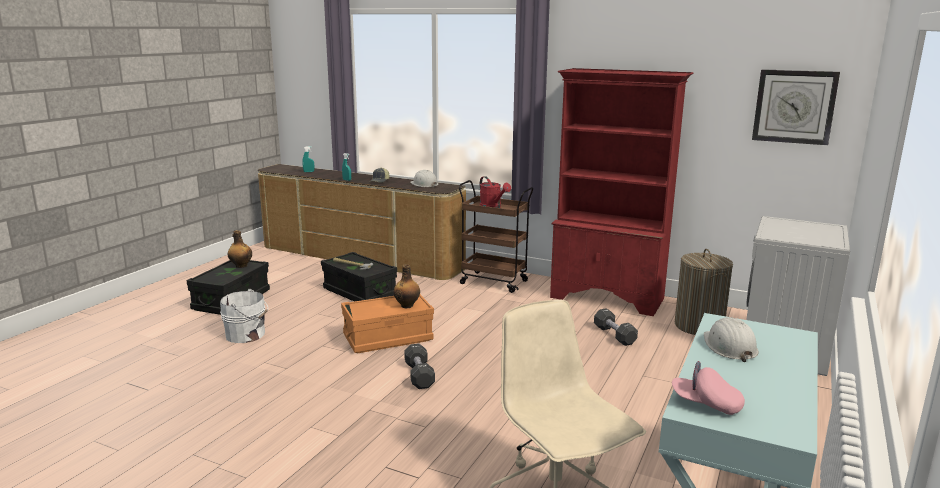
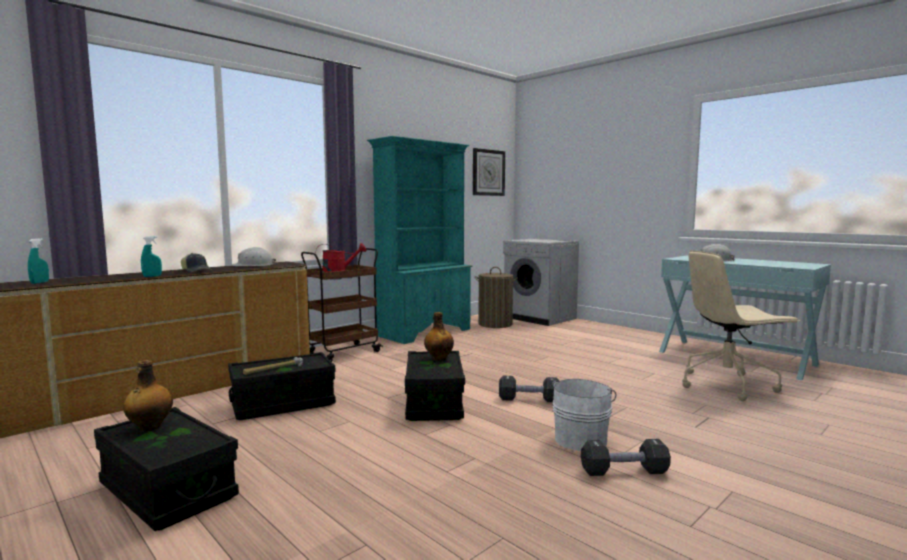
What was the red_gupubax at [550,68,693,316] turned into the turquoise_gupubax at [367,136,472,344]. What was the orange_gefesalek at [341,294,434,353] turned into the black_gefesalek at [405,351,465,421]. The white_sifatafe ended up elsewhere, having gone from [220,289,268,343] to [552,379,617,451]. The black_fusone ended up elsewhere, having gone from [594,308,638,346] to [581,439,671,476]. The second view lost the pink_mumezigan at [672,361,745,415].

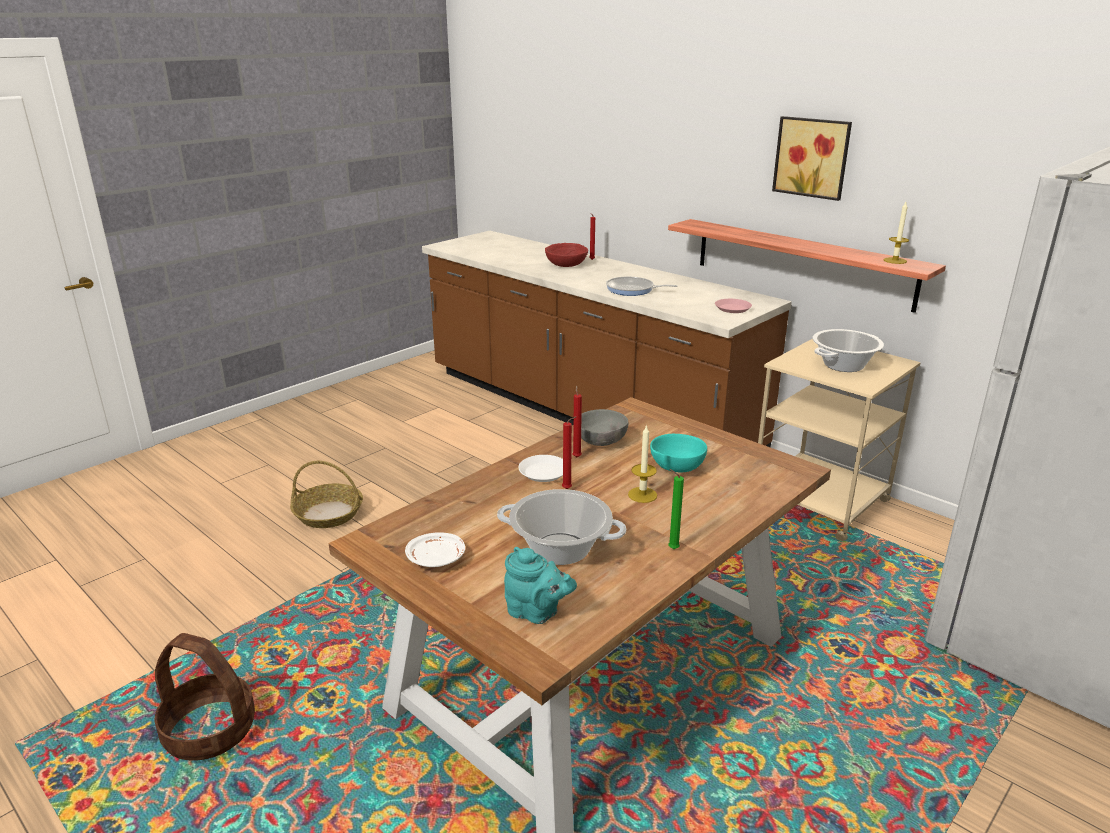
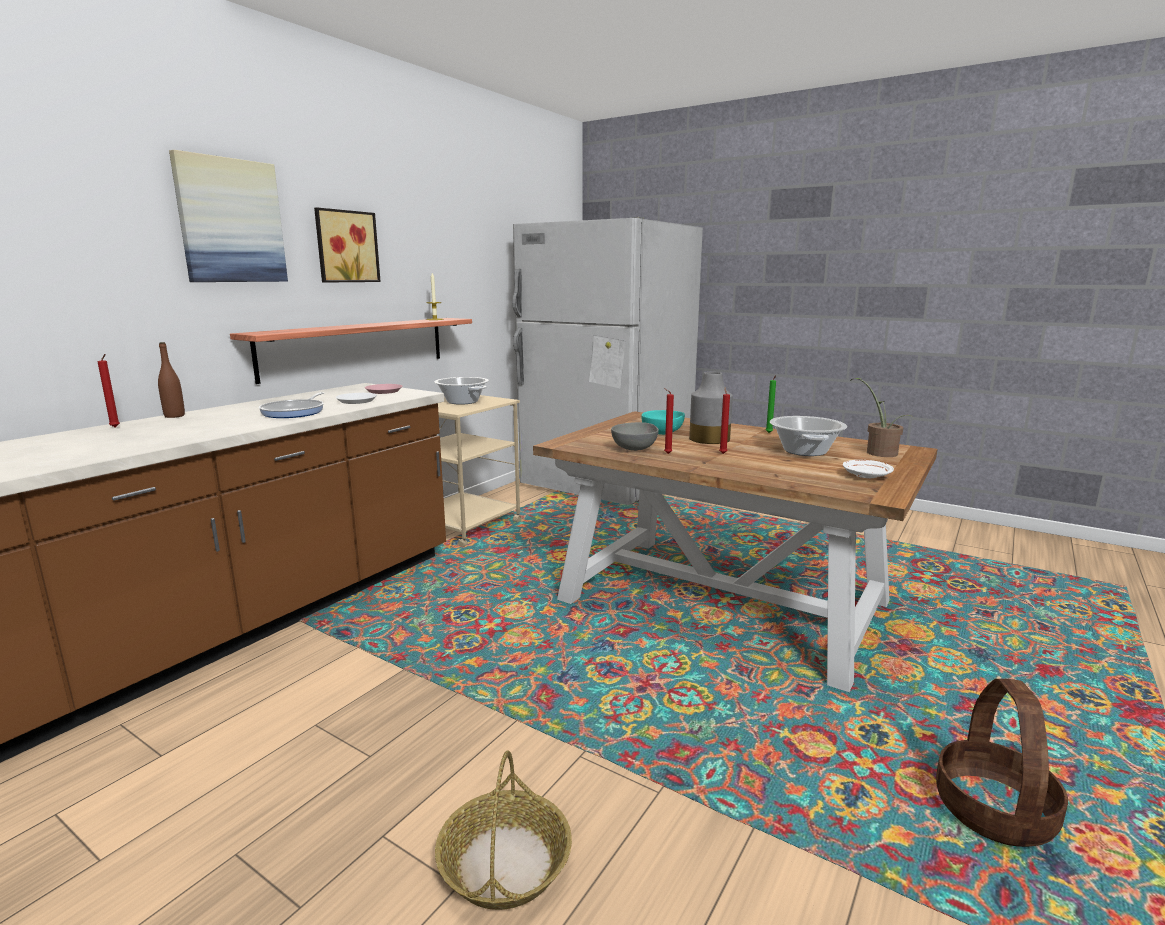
The second view gained the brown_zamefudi at [158,342,185,418]. The second view gained the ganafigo at [169,150,288,282]. The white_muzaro ended up elsewhere, having gone from [518,455,563,482] to [336,393,377,404]. Where the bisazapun stood at [628,424,657,503], the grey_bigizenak came to stand at [689,372,733,444]. Where the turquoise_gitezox stood at [504,547,577,624], the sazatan came to stand at [850,378,914,457]. The second view lost the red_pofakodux at [545,243,588,267].

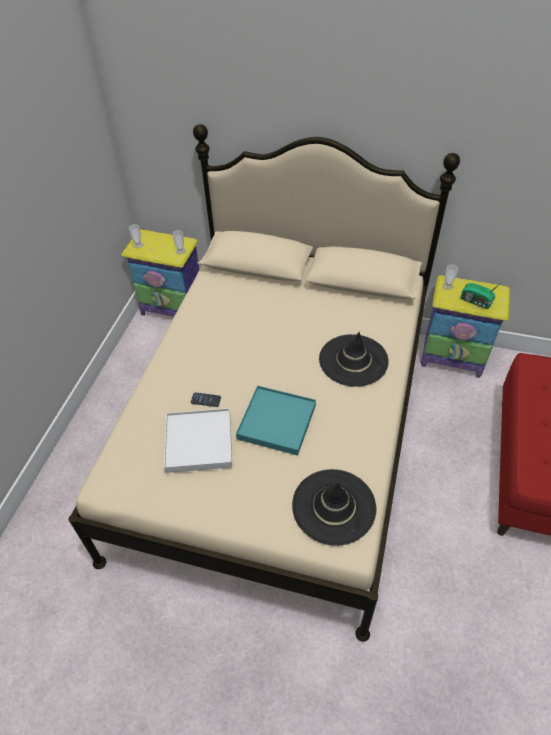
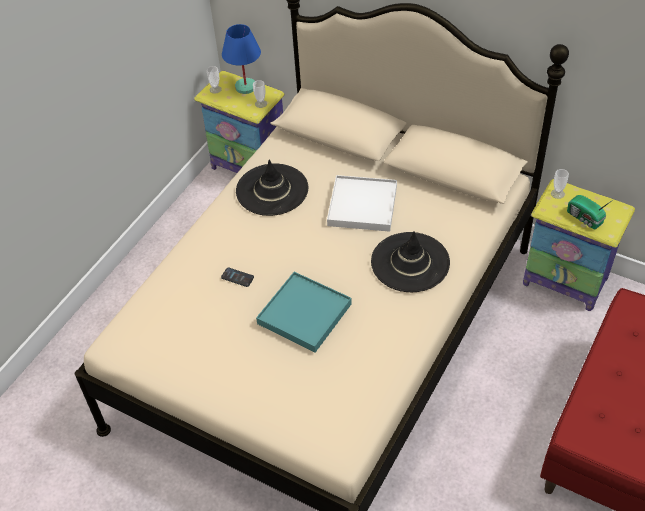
The second view gained the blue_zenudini at [222,24,261,94]. The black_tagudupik ended up elsewhere, having gone from [292,469,376,546] to [236,159,308,216]. The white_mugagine ended up elsewhere, having gone from [164,408,232,473] to [327,175,397,232].

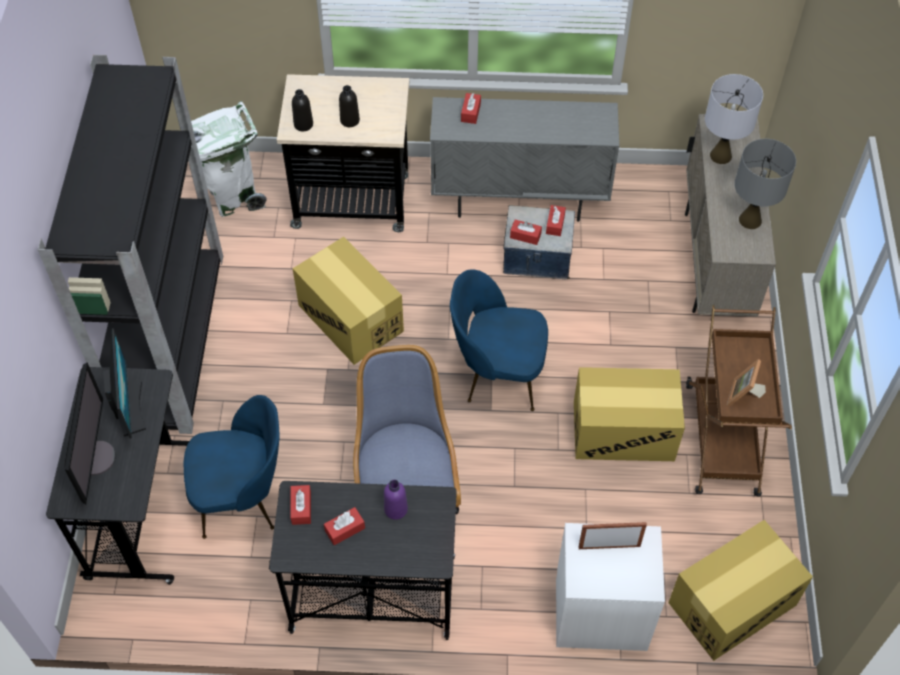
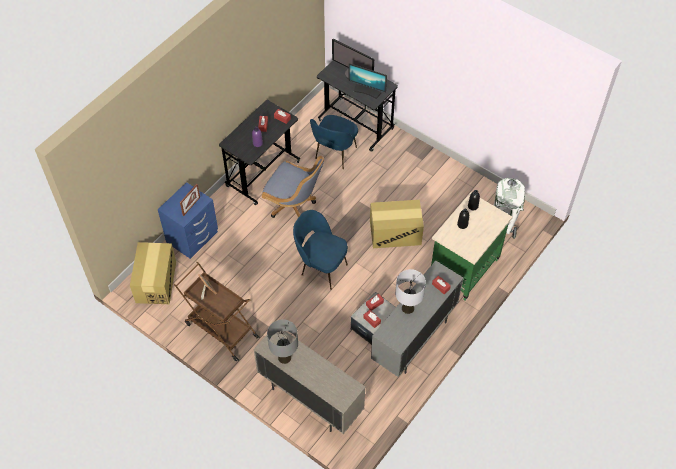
What was the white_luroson at [556,523,665,651] turned into the blue_luroson at [158,182,218,259]. The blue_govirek at [450,269,548,411] ended up facing another way, 105 degrees counterclockwise from before. The grey_zenudini ended up elsewhere, having gone from [705,74,763,164] to [395,269,426,314]. What was the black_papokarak at [277,74,409,232] turned into the green_papokarak at [431,192,513,301]. The second view lost the black_gupubax at [38,55,223,434]. The second view lost the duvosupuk at [574,367,685,461].

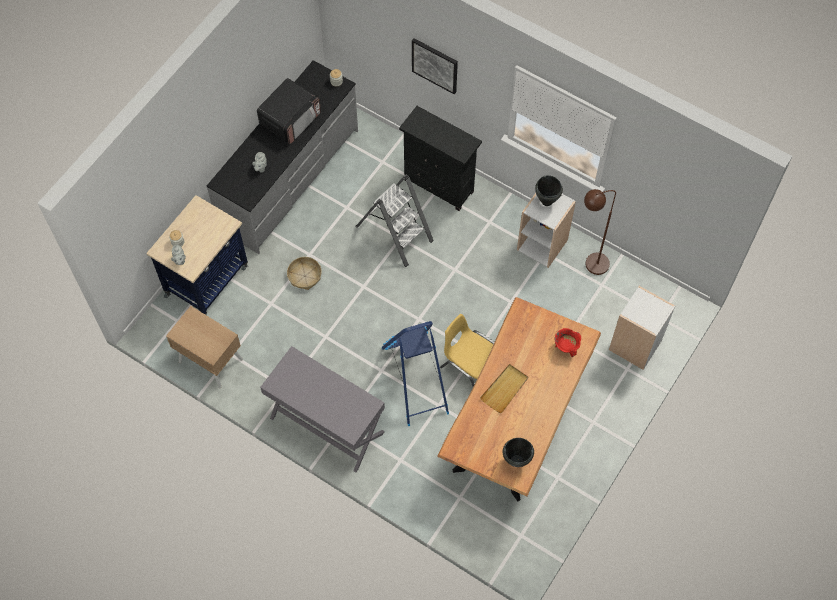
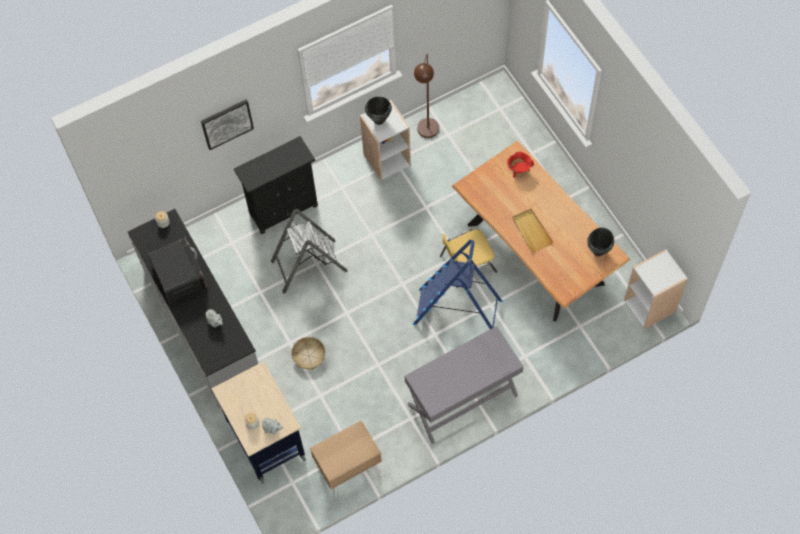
The gupubax ended up elsewhere, having gone from [609,286,675,370] to [624,249,688,329].

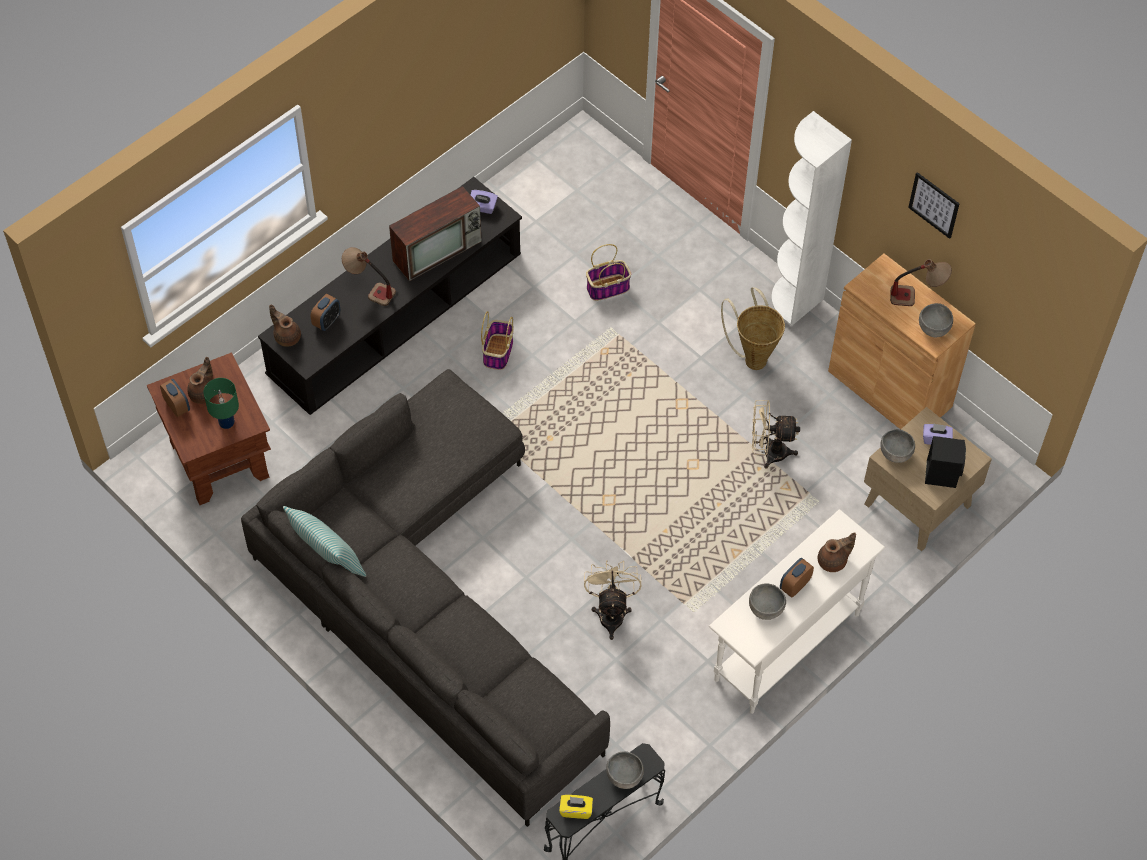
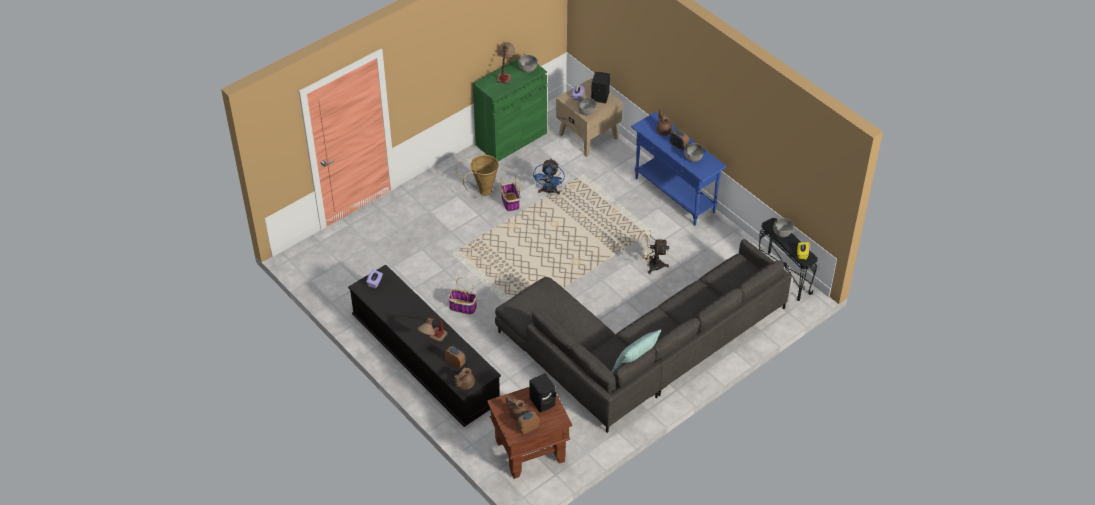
What was the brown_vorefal at [828,254,976,429] turned into the green_vorefal at [473,58,547,161]. The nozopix ended up elsewhere, having gone from [586,244,631,301] to [500,175,520,212]. Where the green_zenudini stood at [204,378,239,429], the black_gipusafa came to stand at [529,373,556,412]. What was the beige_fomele at [752,400,800,469] turned into the blue_fomele at [533,159,565,195]. What was the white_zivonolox at [709,509,885,714] turned into the blue_zivonolox at [631,112,727,226]. The second view lost the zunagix at [389,186,482,281]. The second view lost the white_gupubax at [772,111,852,326]. The second view lost the ganafigo at [908,172,960,239].

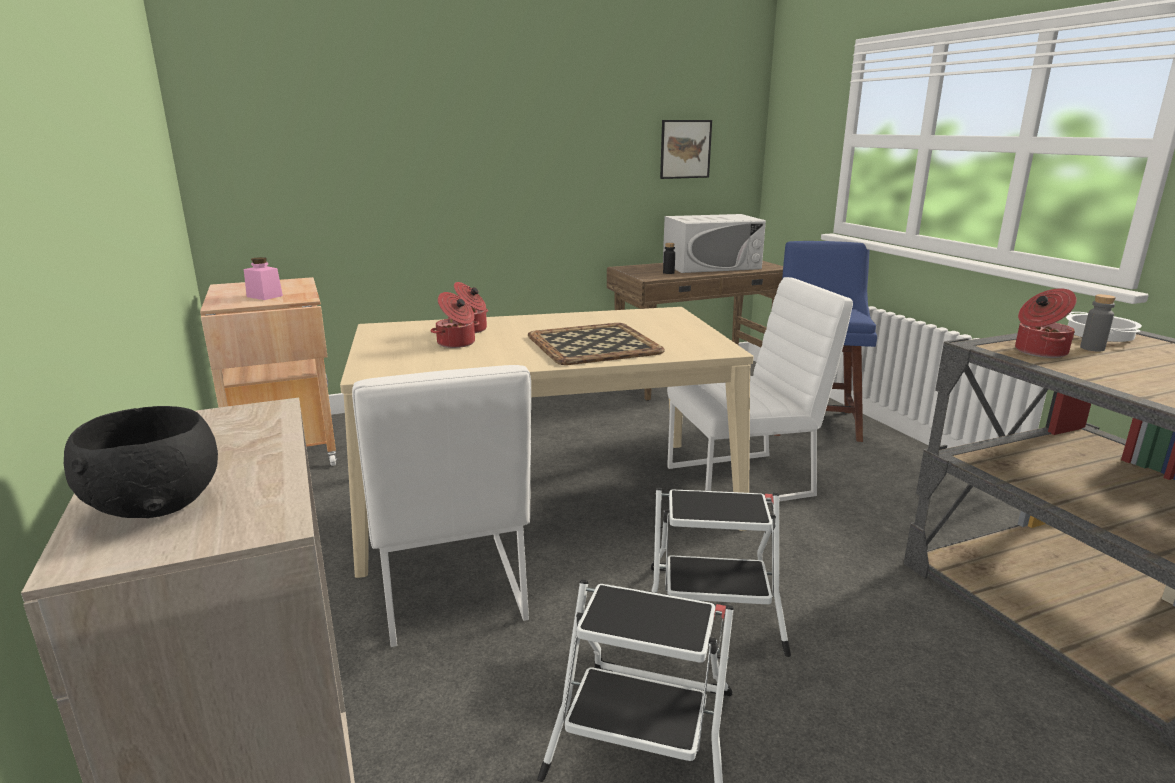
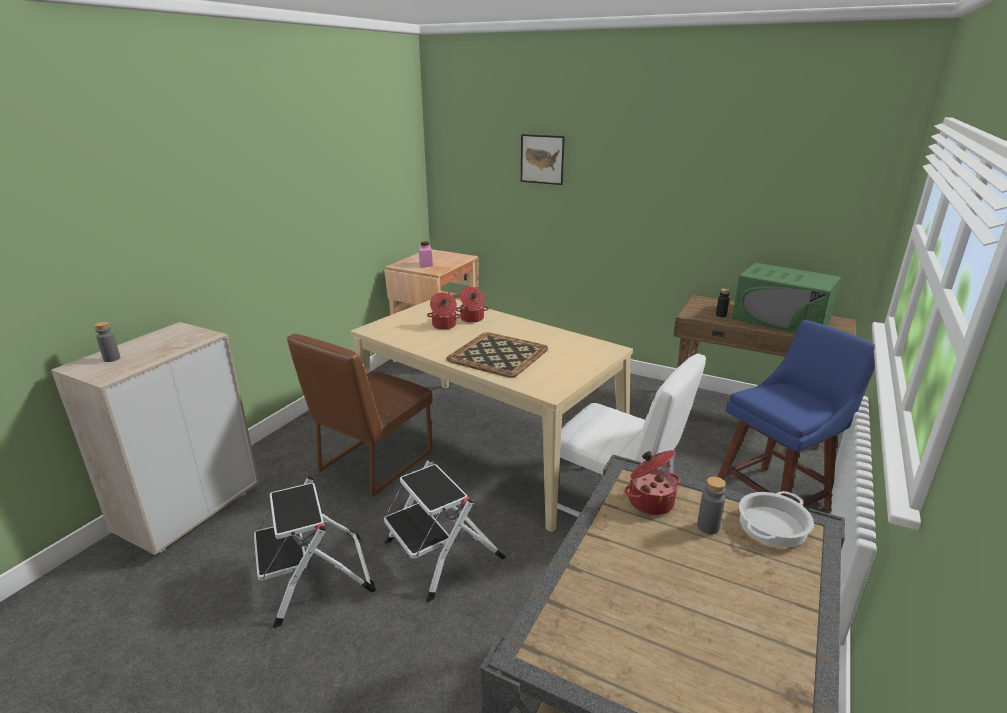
Where the black_pofakodux stood at [64,406,218,518], the grey_zamefudi came to stand at [94,322,120,362]. What was the white_govirek at [352,365,531,647] turned into the brown_govirek at [287,334,433,497]. The ganafigo ended up elsewhere, having gone from [660,120,712,179] to [521,134,565,185]. What was the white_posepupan at [663,214,766,273] turned into the green_posepupan at [732,263,841,333].

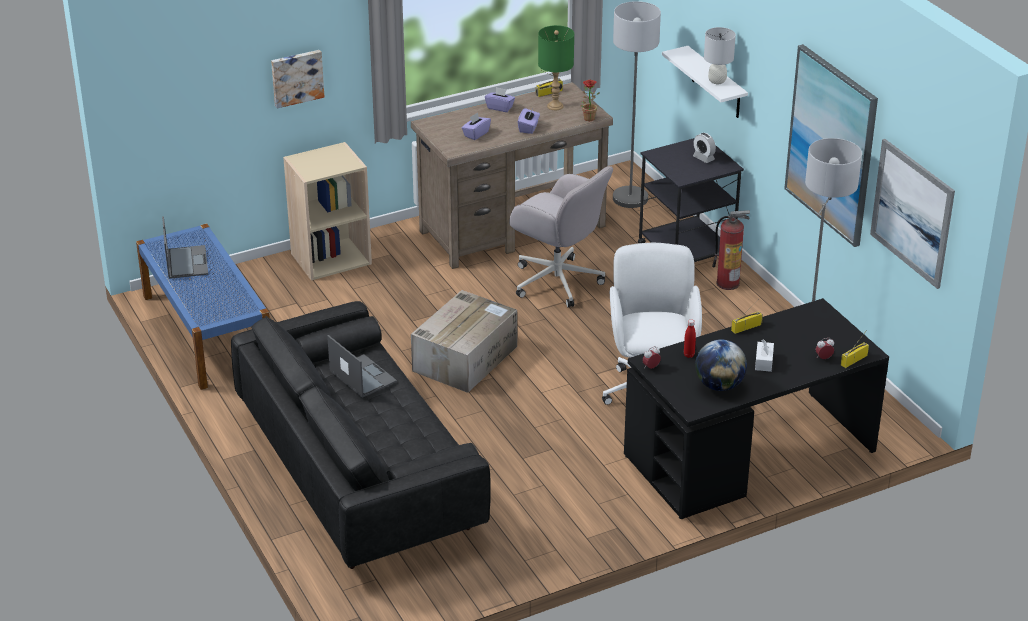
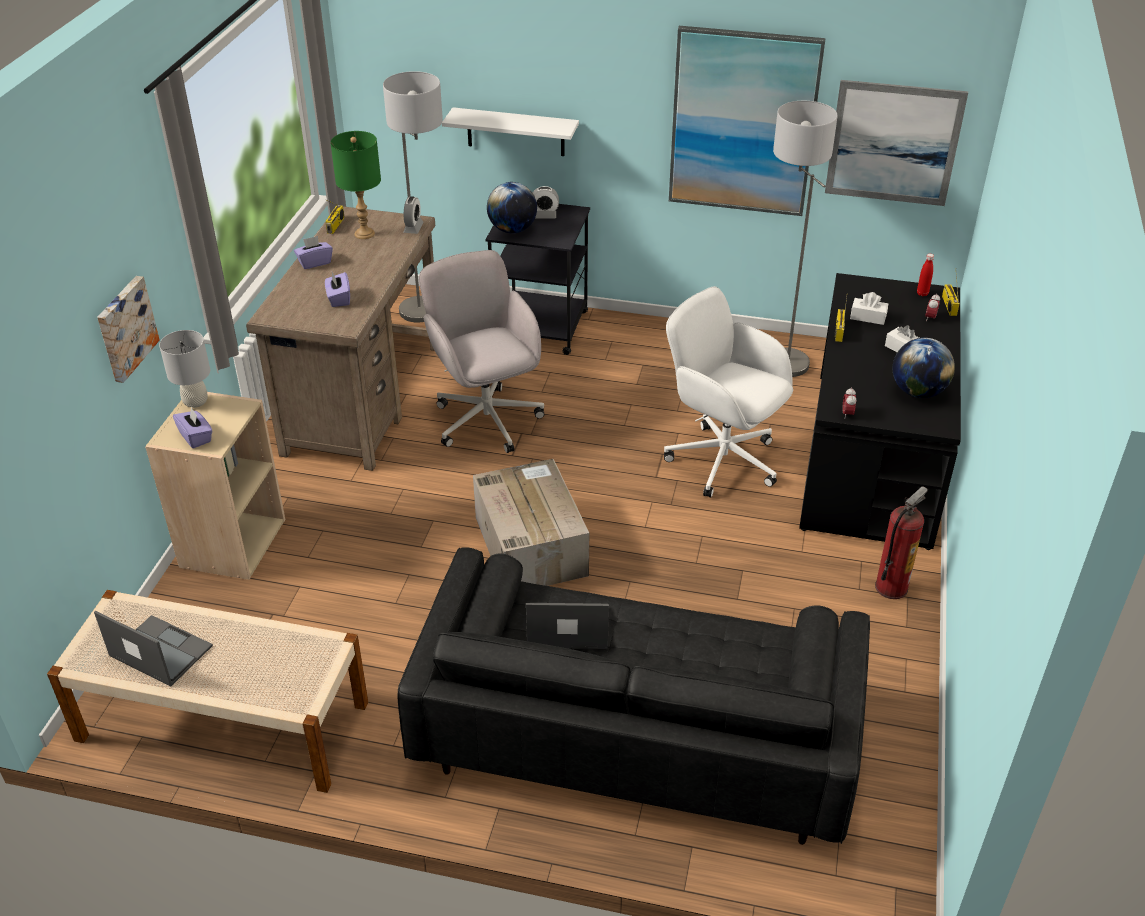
What was the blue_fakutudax at [136,224,270,390] turned into the beige_fakutudax at [47,590,368,793]. The grey_zenudini ended up elsewhere, having gone from [704,27,736,84] to [159,330,210,408]. The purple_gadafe ended up elsewhere, having gone from [518,107,540,134] to [173,407,212,449]. Where the sazatan stood at [580,80,599,121], the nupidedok came to stand at [403,197,424,234]. The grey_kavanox at [509,166,613,307] ended up facing another way, 105 degrees counterclockwise from before. The second view gained the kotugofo at [487,182,537,233]. The second view gained the white_gadafe at [850,292,888,325]. The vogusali ended up elsewhere, having gone from [712,210,750,290] to [875,486,928,599]. The red_zamefudi ended up elsewhere, having gone from [684,319,696,358] to [917,254,934,296].

